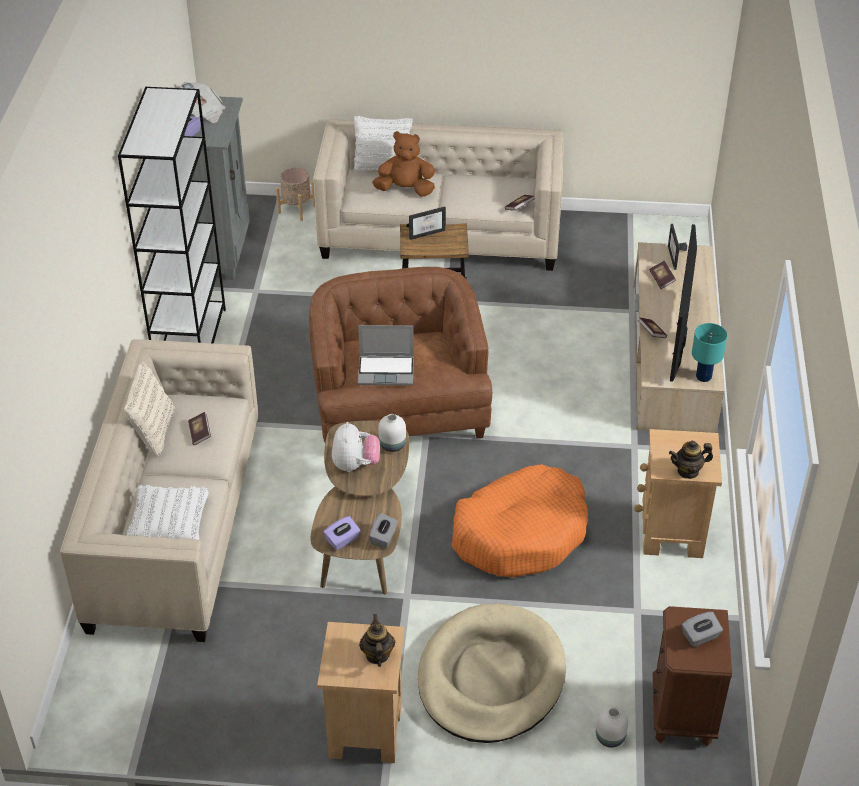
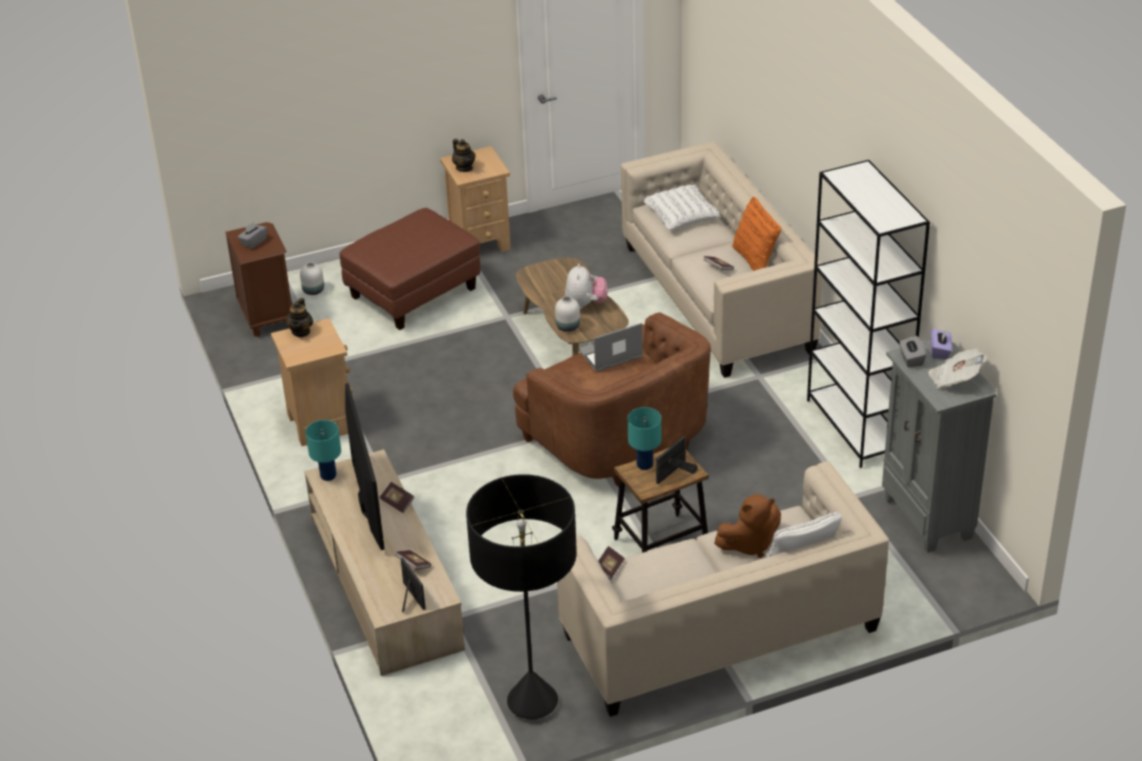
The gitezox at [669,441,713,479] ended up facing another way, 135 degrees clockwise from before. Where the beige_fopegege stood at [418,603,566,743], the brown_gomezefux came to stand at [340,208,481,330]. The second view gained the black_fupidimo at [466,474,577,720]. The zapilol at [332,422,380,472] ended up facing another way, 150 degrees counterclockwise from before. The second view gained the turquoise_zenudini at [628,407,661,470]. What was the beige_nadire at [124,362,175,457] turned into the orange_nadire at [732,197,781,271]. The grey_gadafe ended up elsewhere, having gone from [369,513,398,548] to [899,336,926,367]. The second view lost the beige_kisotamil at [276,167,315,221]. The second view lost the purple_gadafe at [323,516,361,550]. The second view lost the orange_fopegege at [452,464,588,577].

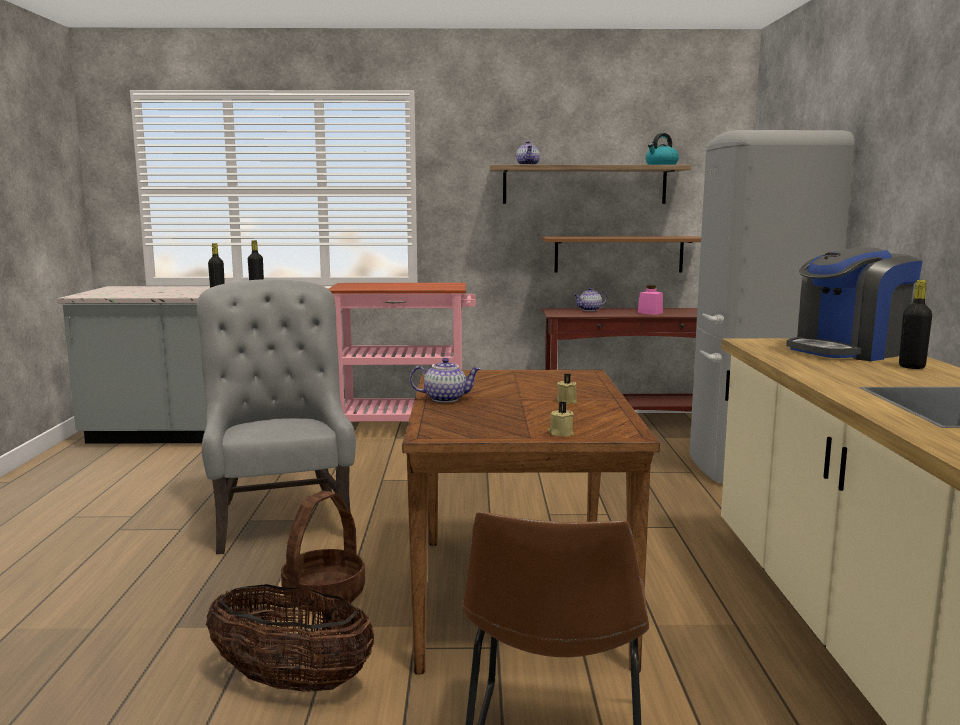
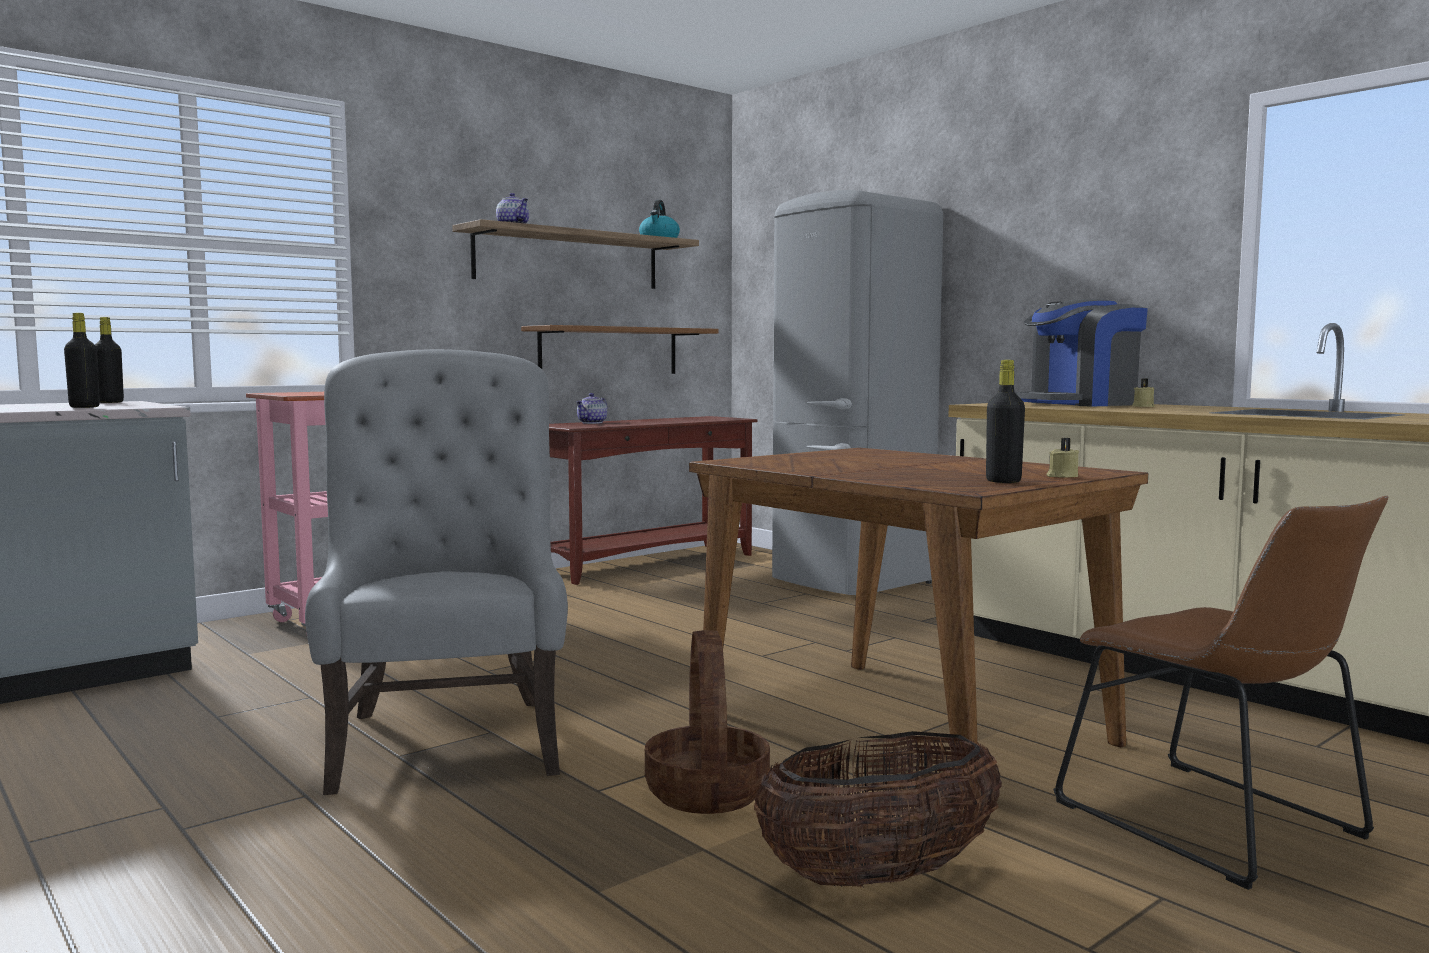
The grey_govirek at [197,279,356,554] ended up facing another way, 45 degrees clockwise from before. The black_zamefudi ended up elsewhere, having gone from [899,280,932,369] to [986,360,1025,483]. The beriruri at [786,247,923,361] ended up facing another way, 45 degrees clockwise from before. The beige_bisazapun ended up elsewhere, having gone from [557,373,577,404] to [1132,378,1155,407]. The second view lost the gitezox at [410,358,481,403]. The second view lost the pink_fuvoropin at [638,285,663,315].

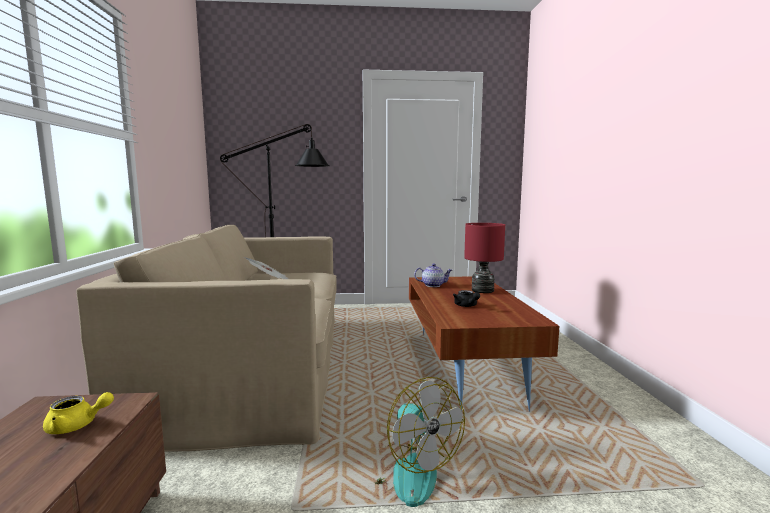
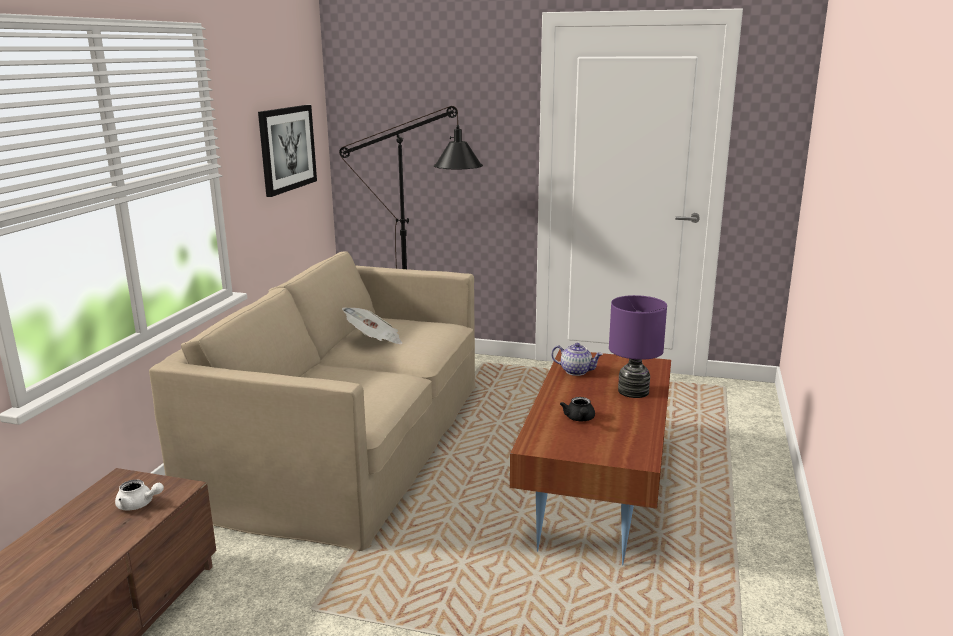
What was the yellow_gitezox at [43,392,114,434] turned into the white_gitezox at [115,479,164,510]. The second view gained the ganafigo at [258,105,317,197]. What was the red_zenudini at [464,223,505,293] turned into the purple_zenudini at [609,295,667,398]. The second view lost the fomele at [373,377,465,507].

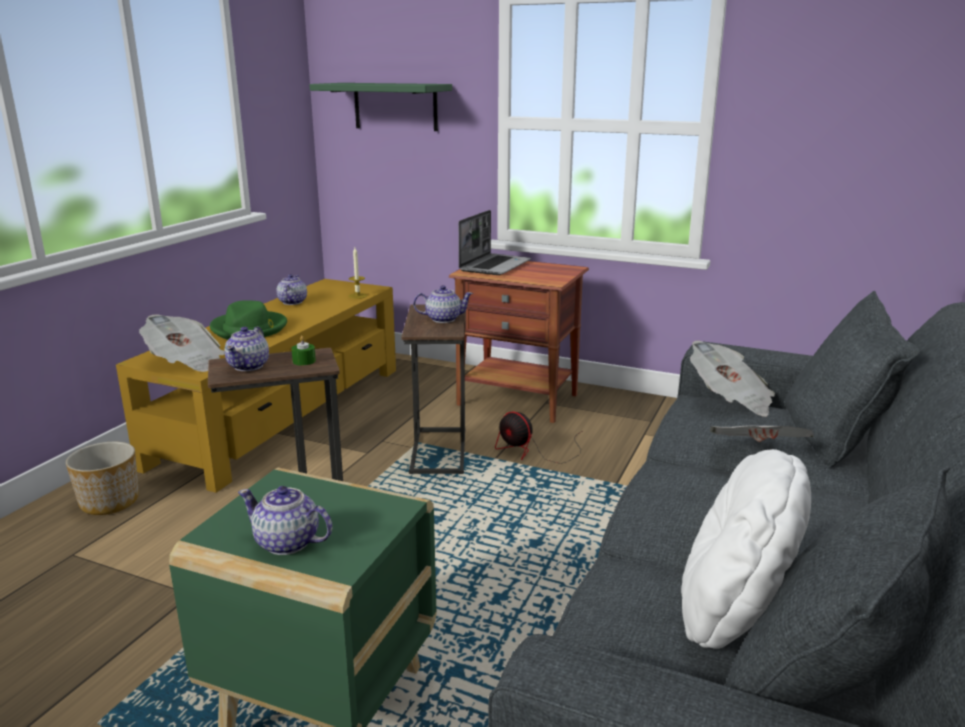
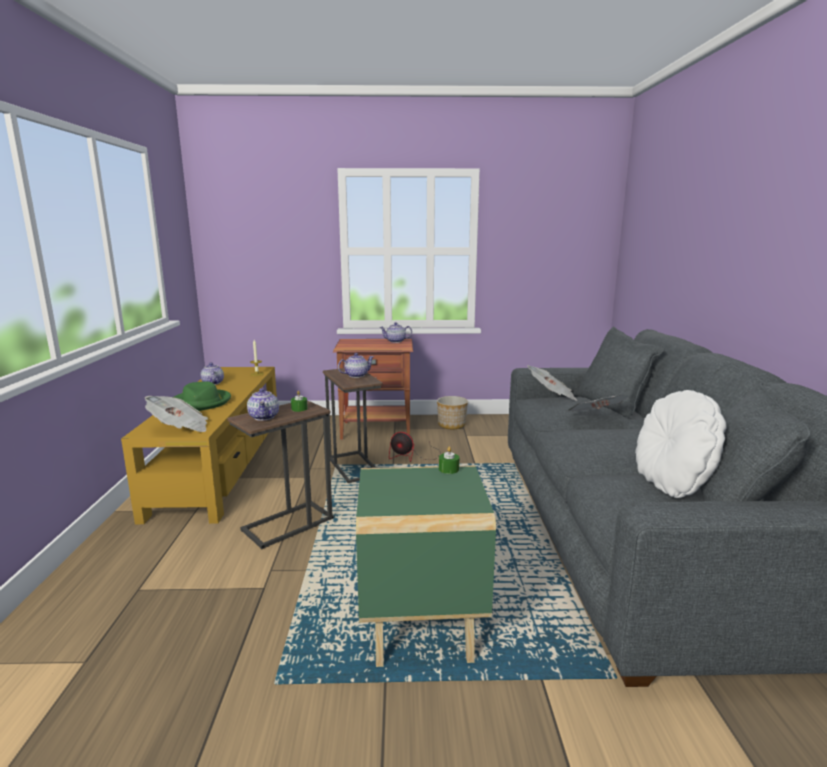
The gitezox ended up elsewhere, having gone from [238,486,332,555] to [379,322,412,343]. The kisotamil ended up elsewhere, having gone from [66,442,139,515] to [437,396,468,429]. The second view gained the green_bisazapun at [439,447,459,474]. The second view lost the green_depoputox at [309,83,452,131]. The second view lost the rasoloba at [459,210,531,275].

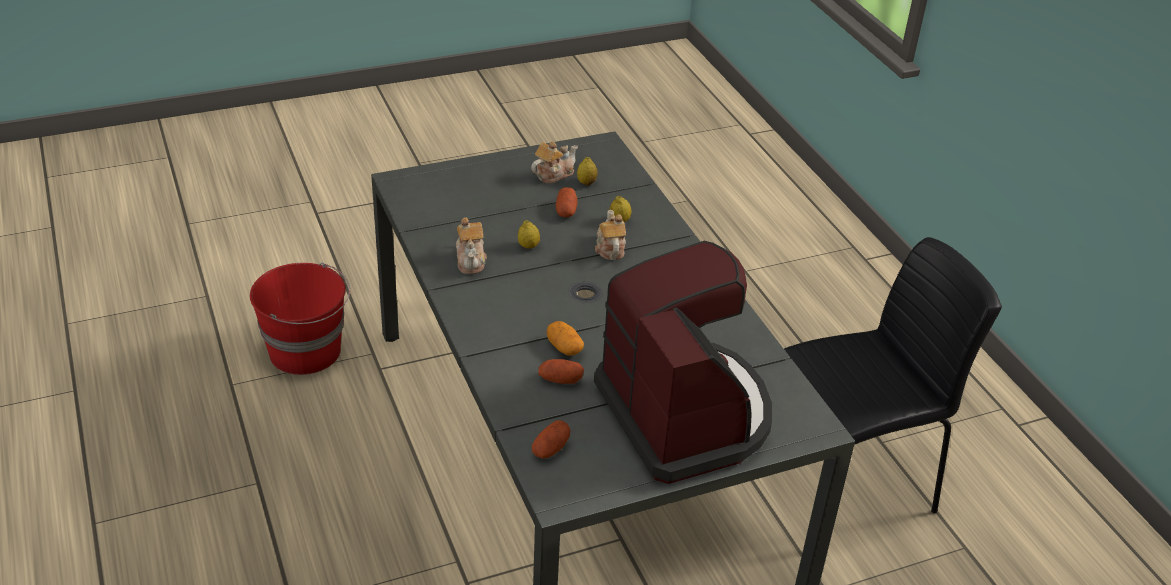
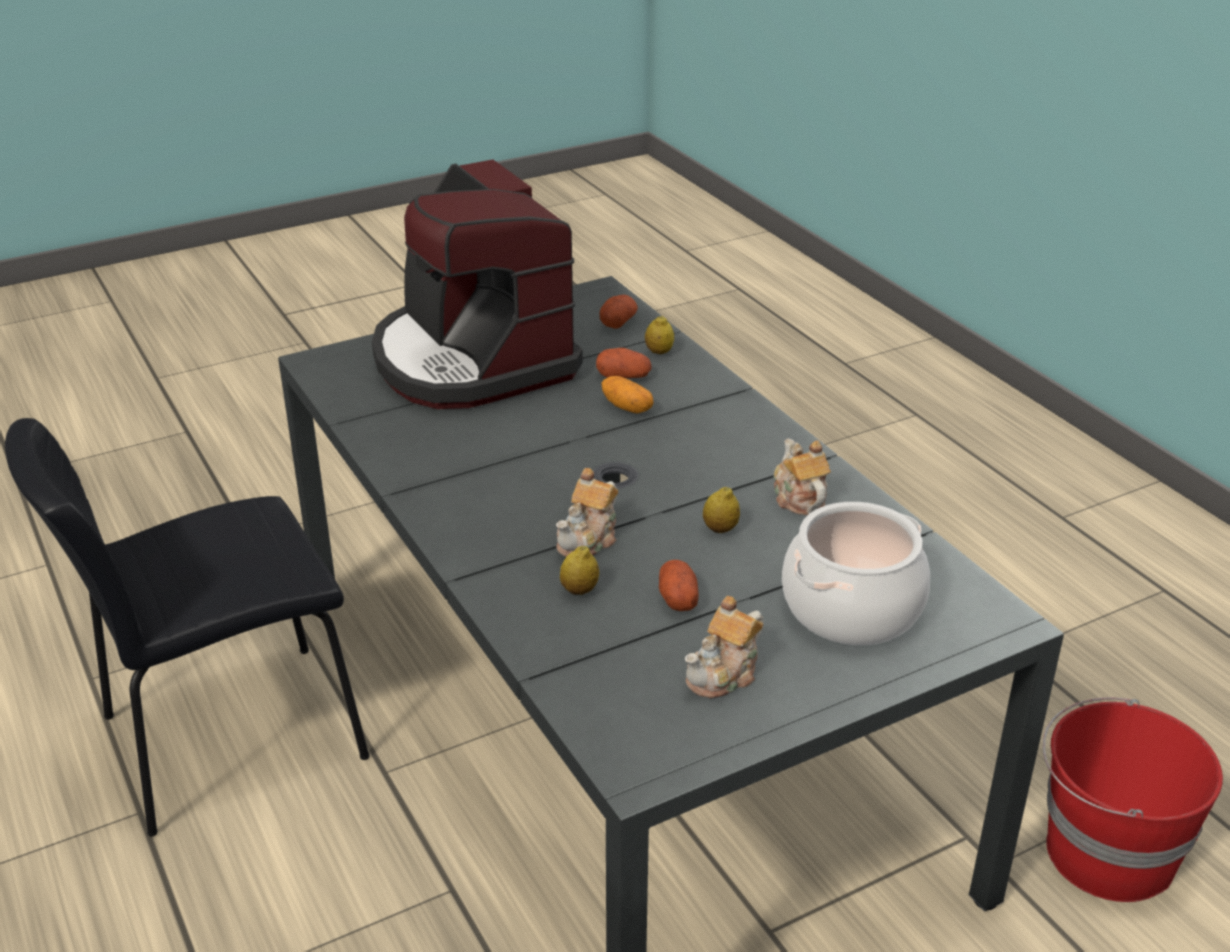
The gitezox at [595,210,626,260] ended up facing another way, 45 degrees clockwise from before. The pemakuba ended up elsewhere, having gone from [577,157,598,186] to [645,316,674,354]. The second view gained the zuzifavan at [782,502,930,645].

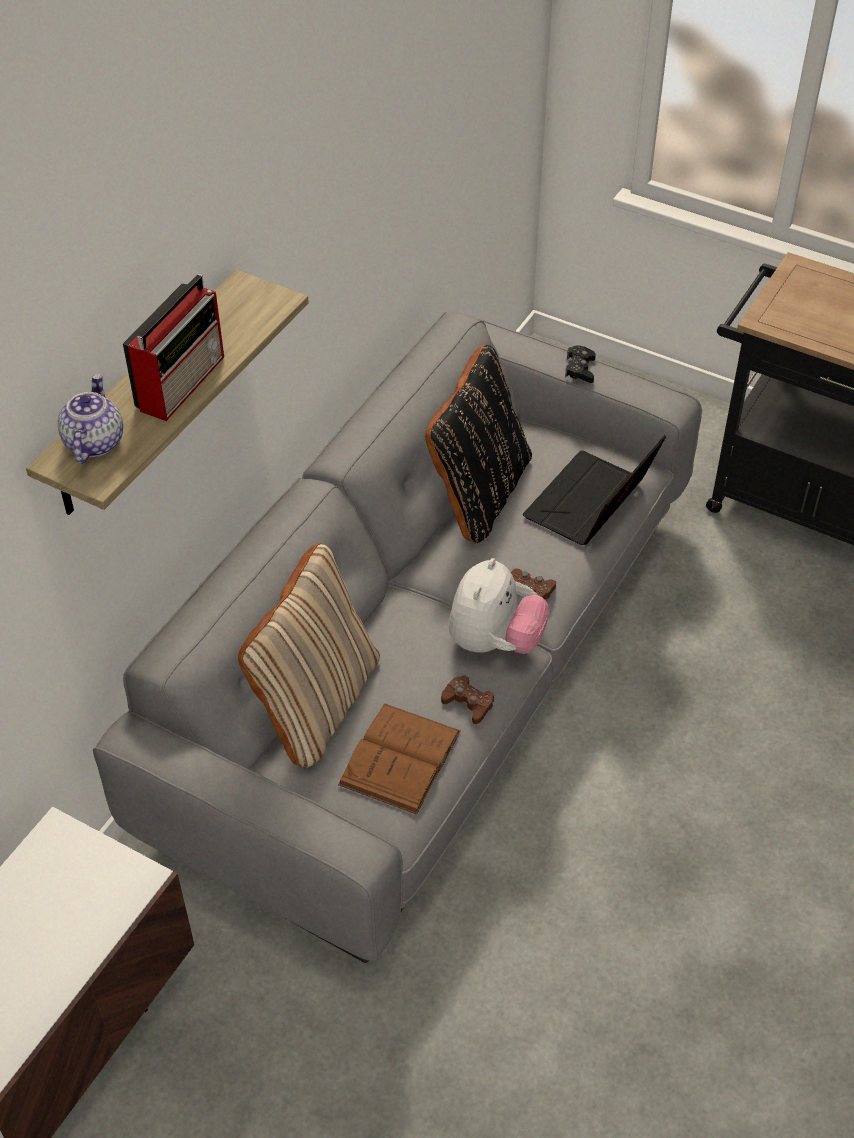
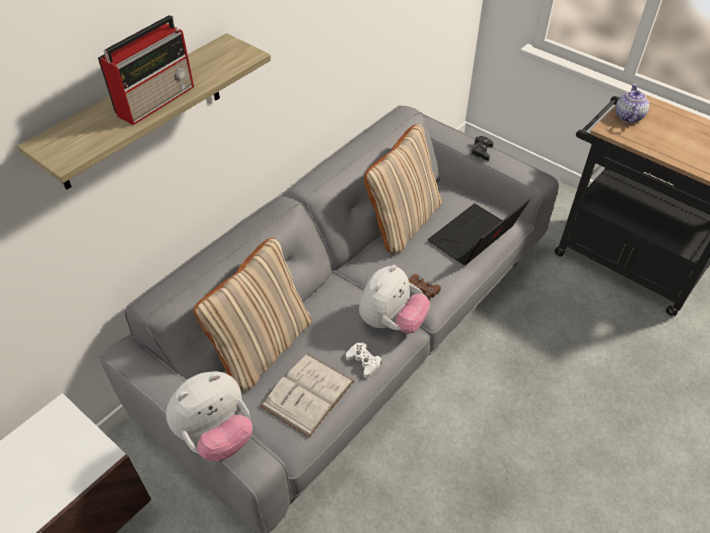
The second view gained the zapilol at [166,371,252,461]. What was the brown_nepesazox at [338,704,461,815] turned into the white_nepesazox at [261,354,354,438]. What was the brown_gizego at [441,675,494,724] turned into the white_gizego at [346,342,382,378]. What was the black_nadire at [425,344,532,544] turned into the beige_nadire at [364,124,442,255]. The gitezox ended up elsewhere, having gone from [58,374,123,464] to [615,84,649,124].

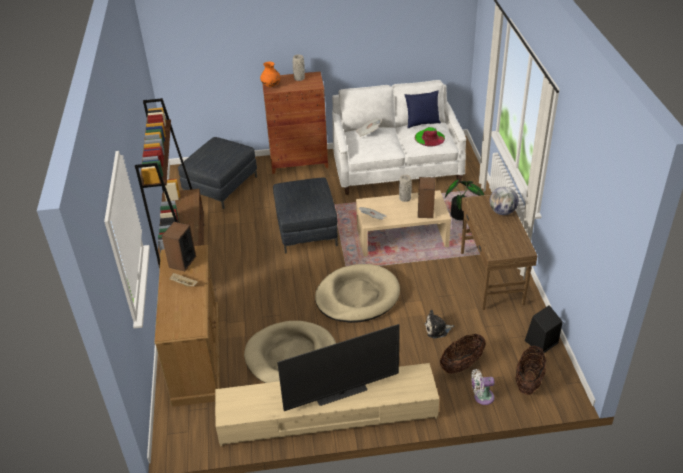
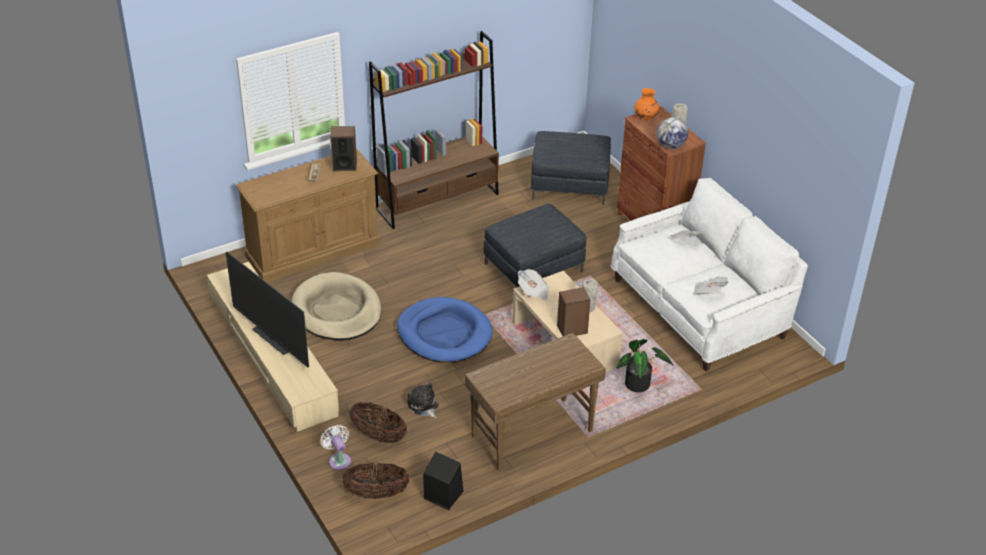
What was the beige_fopegege at [315,264,400,323] turned into the blue_fopegege at [397,297,493,362]. The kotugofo ended up elsewhere, having gone from [490,187,519,215] to [656,117,688,149]. Where the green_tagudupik stood at [415,127,445,147], the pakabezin came to stand at [693,277,729,294]. The second view lost the blue_nadire at [405,91,441,128].

